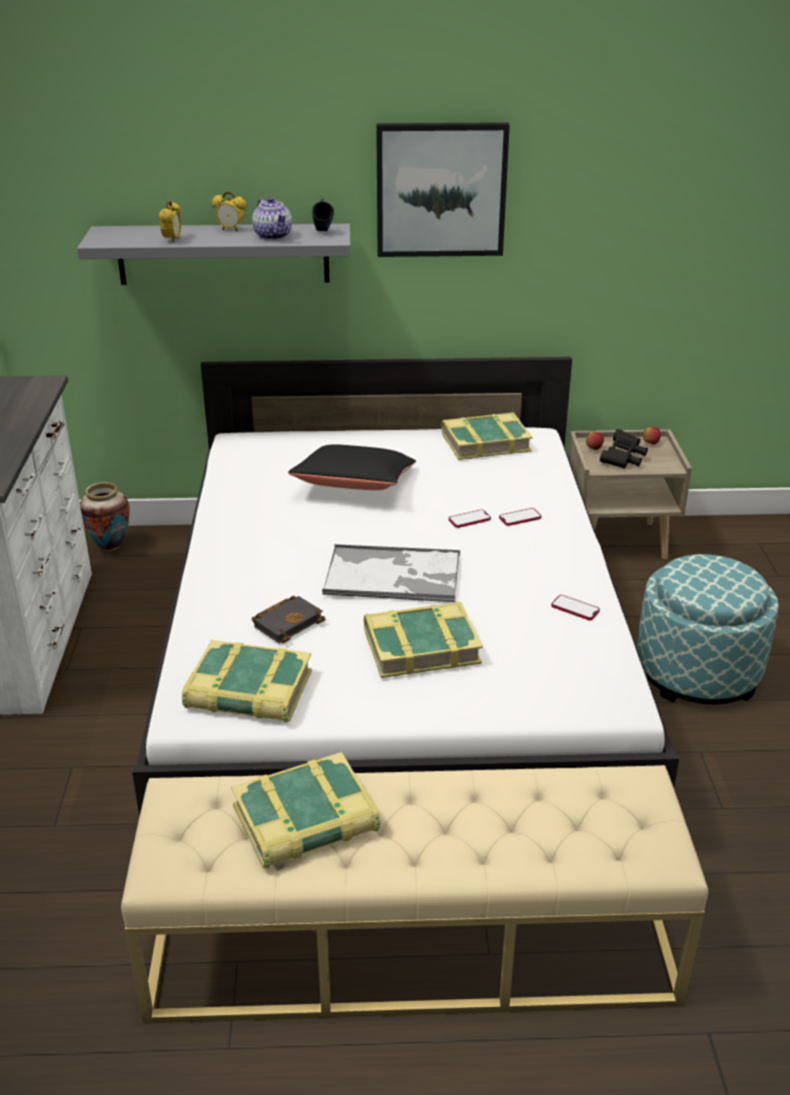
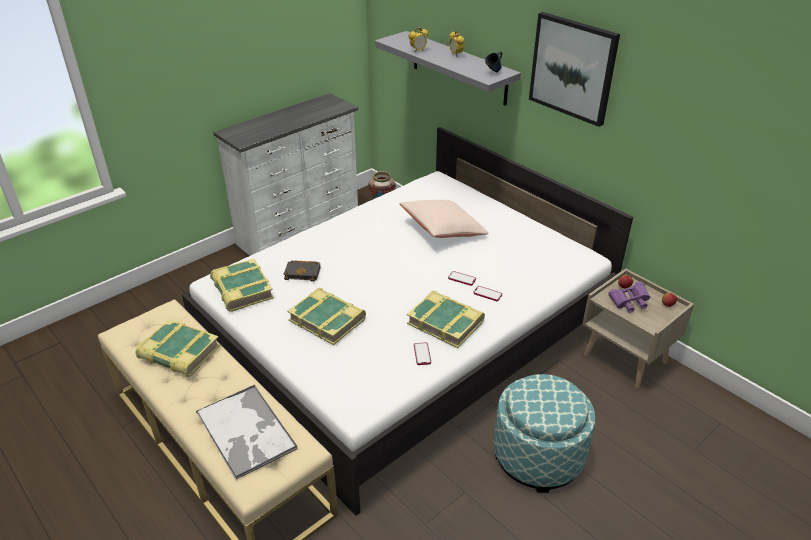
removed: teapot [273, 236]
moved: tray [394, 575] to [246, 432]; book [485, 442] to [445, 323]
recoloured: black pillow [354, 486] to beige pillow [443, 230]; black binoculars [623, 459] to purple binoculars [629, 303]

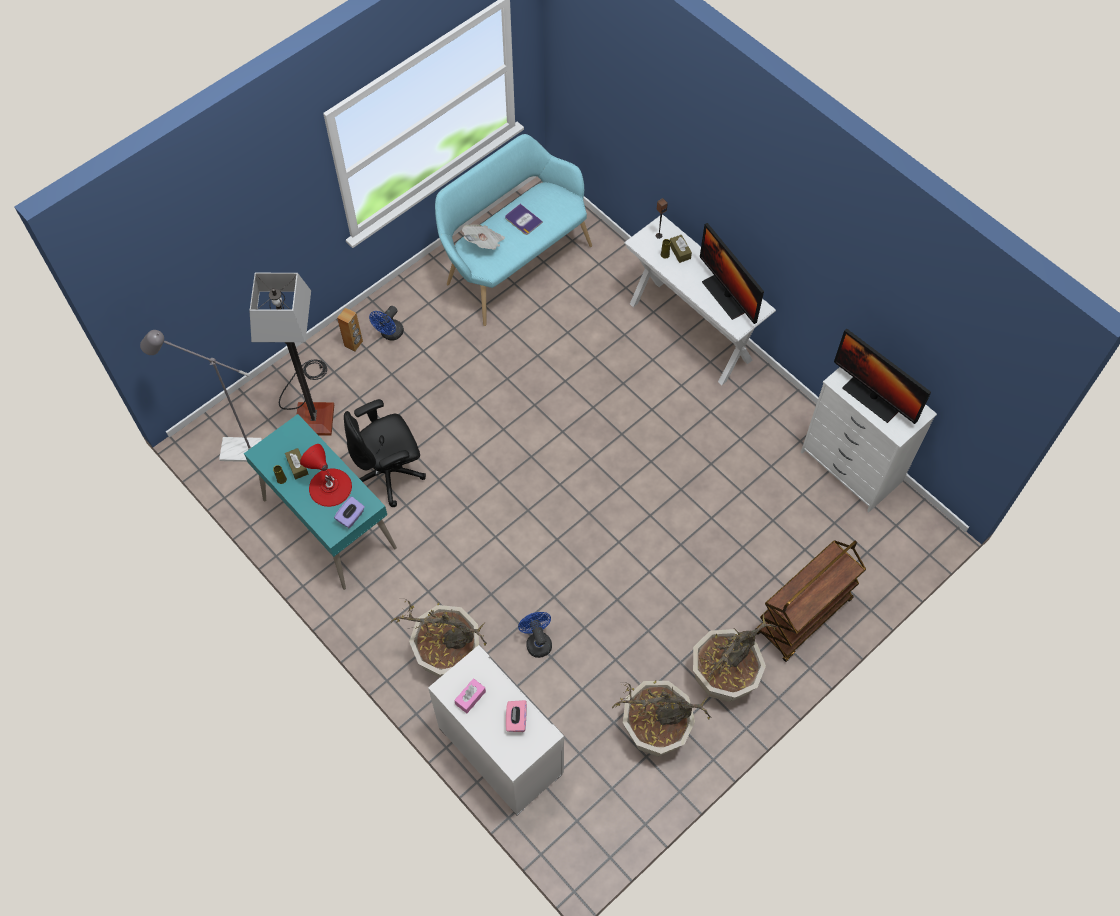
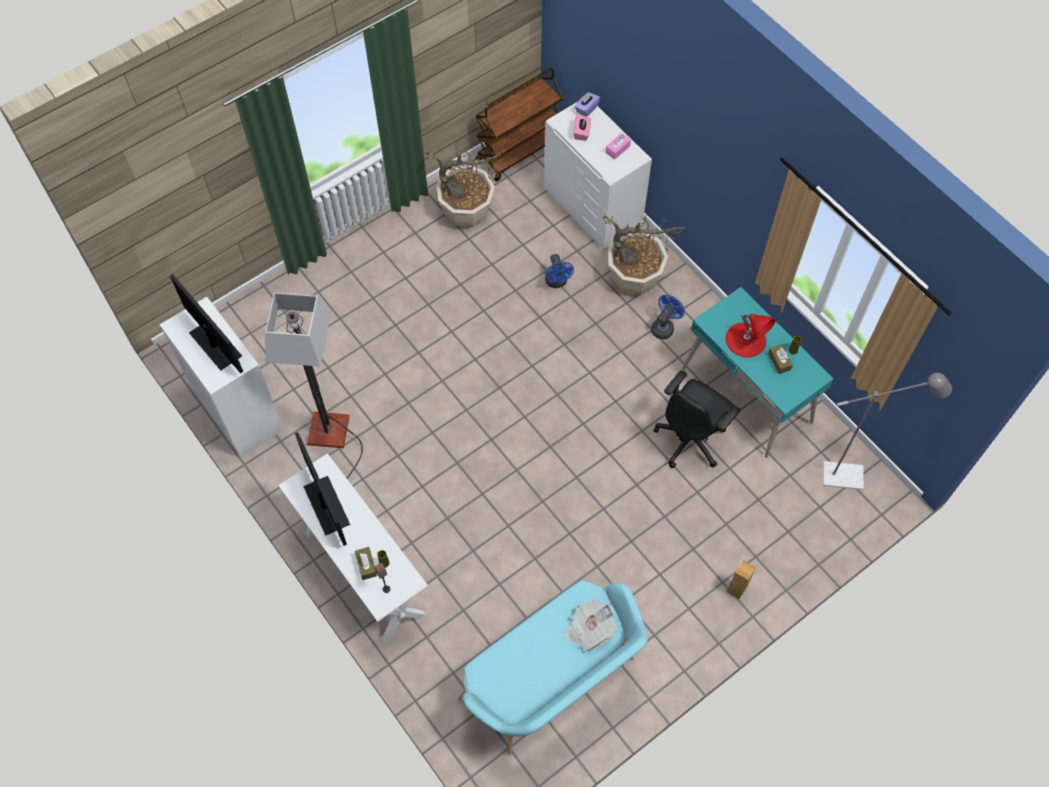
removed: book [523, 220]; potted plant [723, 678]
moved: floor lamp [312, 408] to [330, 443]; purple tissue box [351, 517] to [586, 109]; blue fan [390, 334] to [664, 326]; brown cart [803, 617] to [519, 150]
turned: black office chair [389, 474] = [691, 439] 150 degrees clockwise

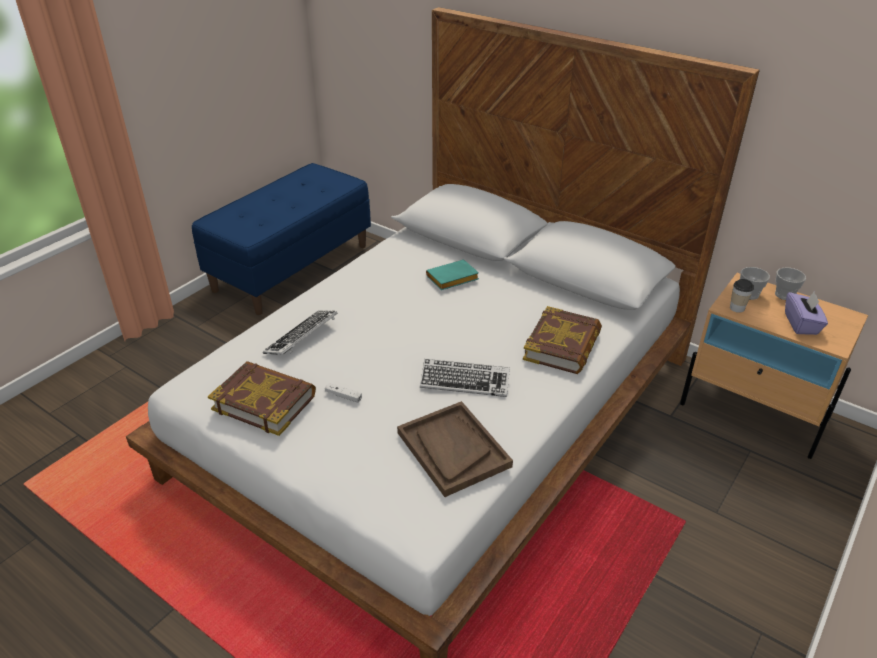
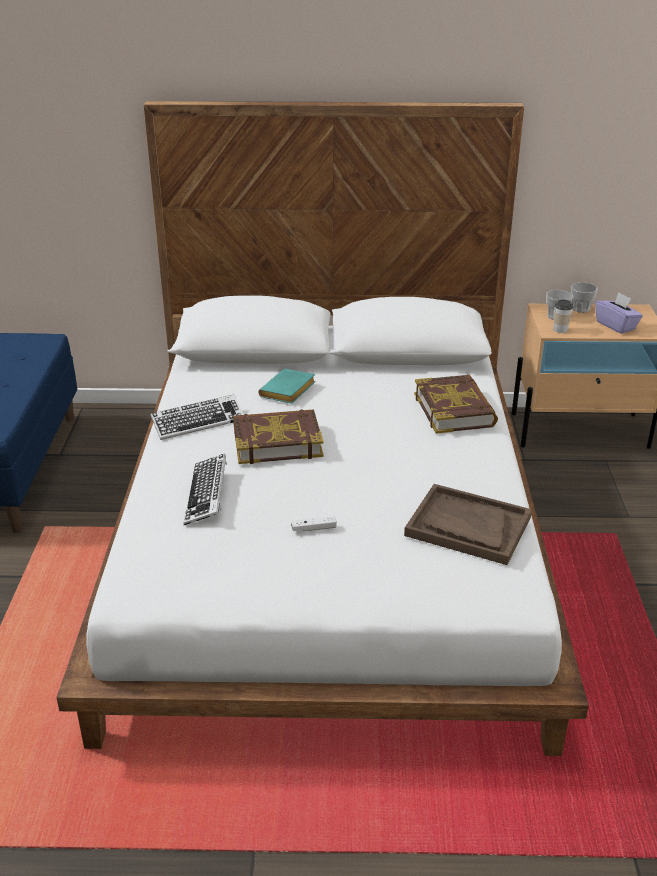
moved: book [264, 402] to [277, 442]; keyboard [464, 382] to [198, 422]

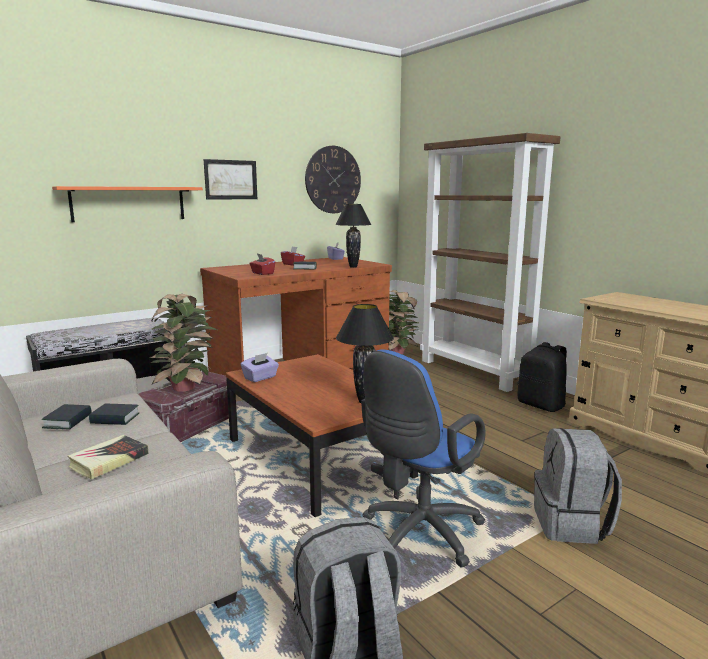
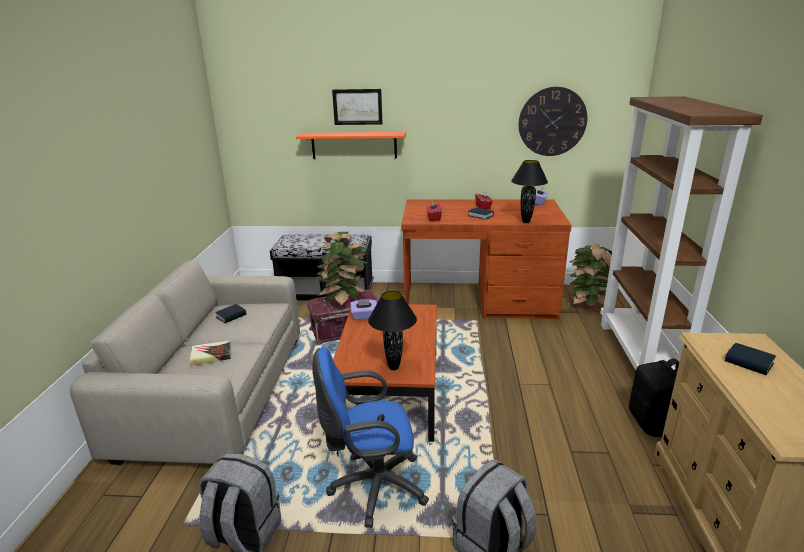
moved: book [115, 419] to [748, 363]; picture [231, 179] to [357, 107]

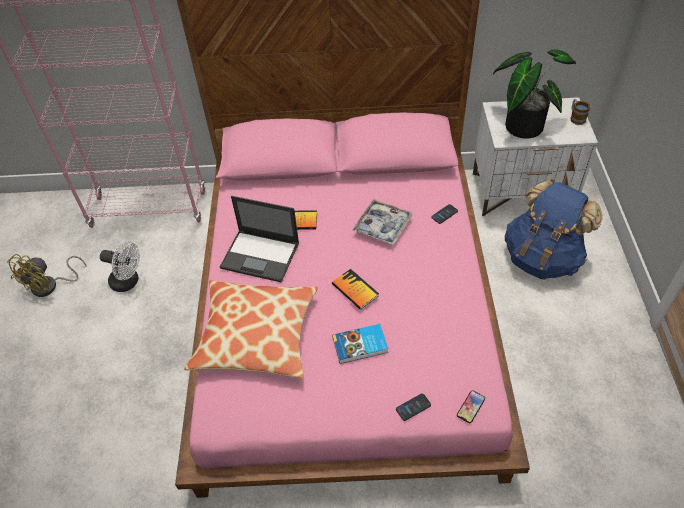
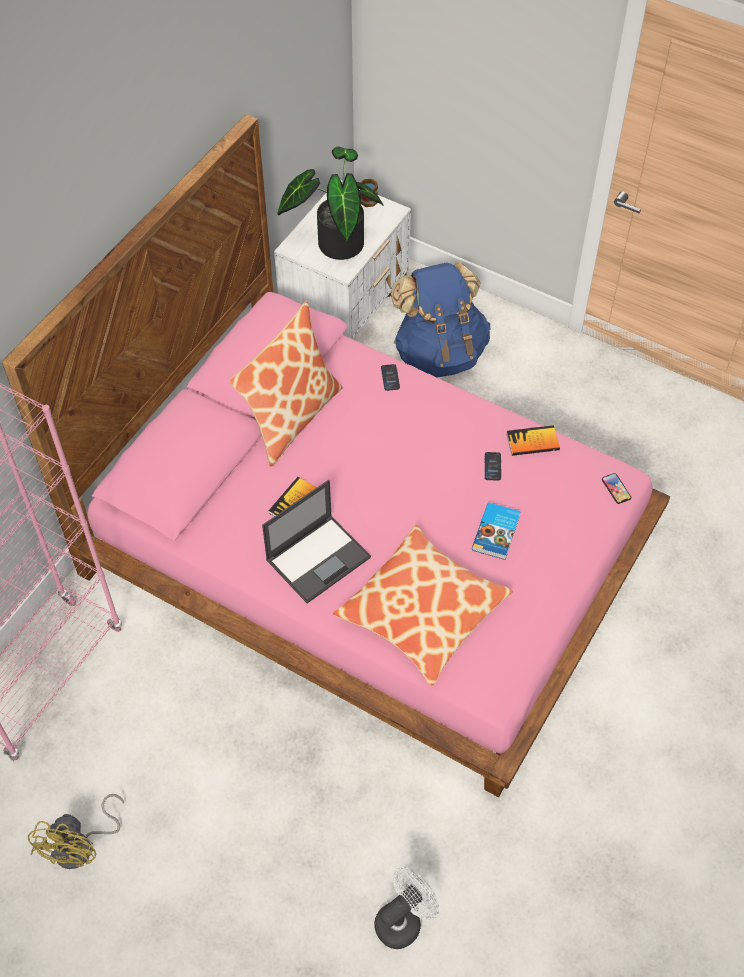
removed: tray [382, 226]
added: pillow [291, 417]
moved: white fan [129, 282] to [403, 920]; book [355, 290] to [532, 442]; phone [413, 407] to [492, 466]
turned: yellow fan [50, 286] = [81, 847] 45 degrees clockwise

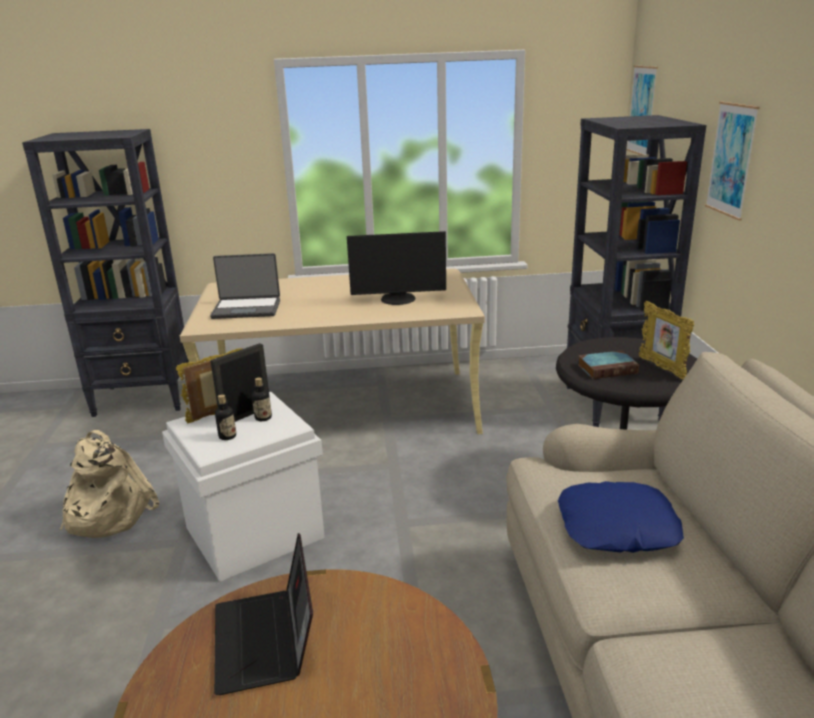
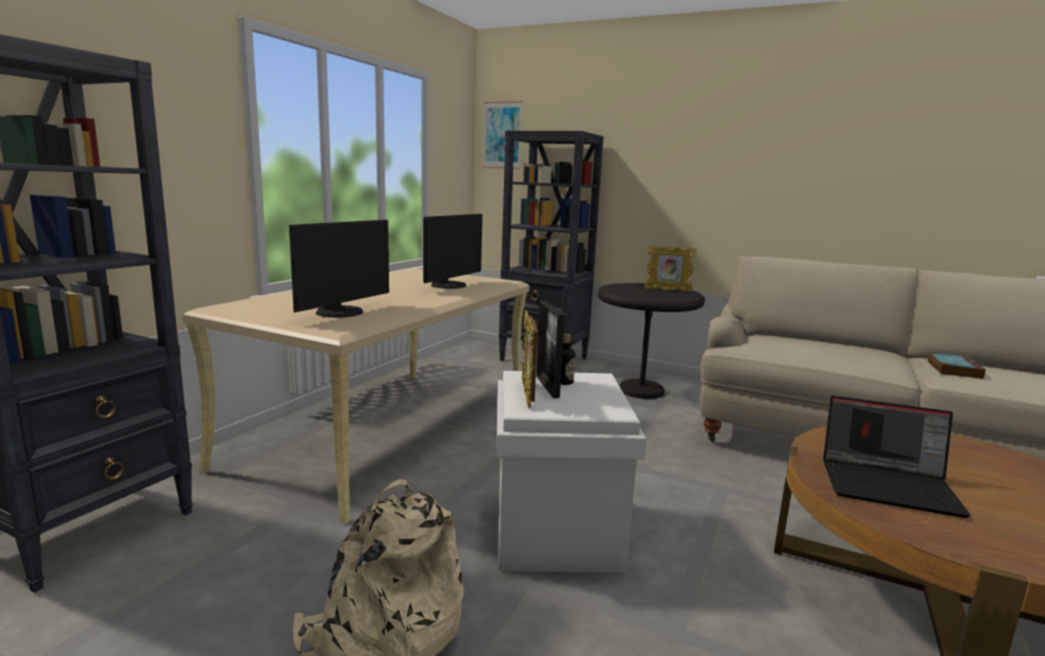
removed: bottle [227, 436]; blue pillow [617, 528]; picture [731, 160]
moved: book [608, 368] to [953, 369]
replaced: laptop [247, 309] to monitor [341, 313]

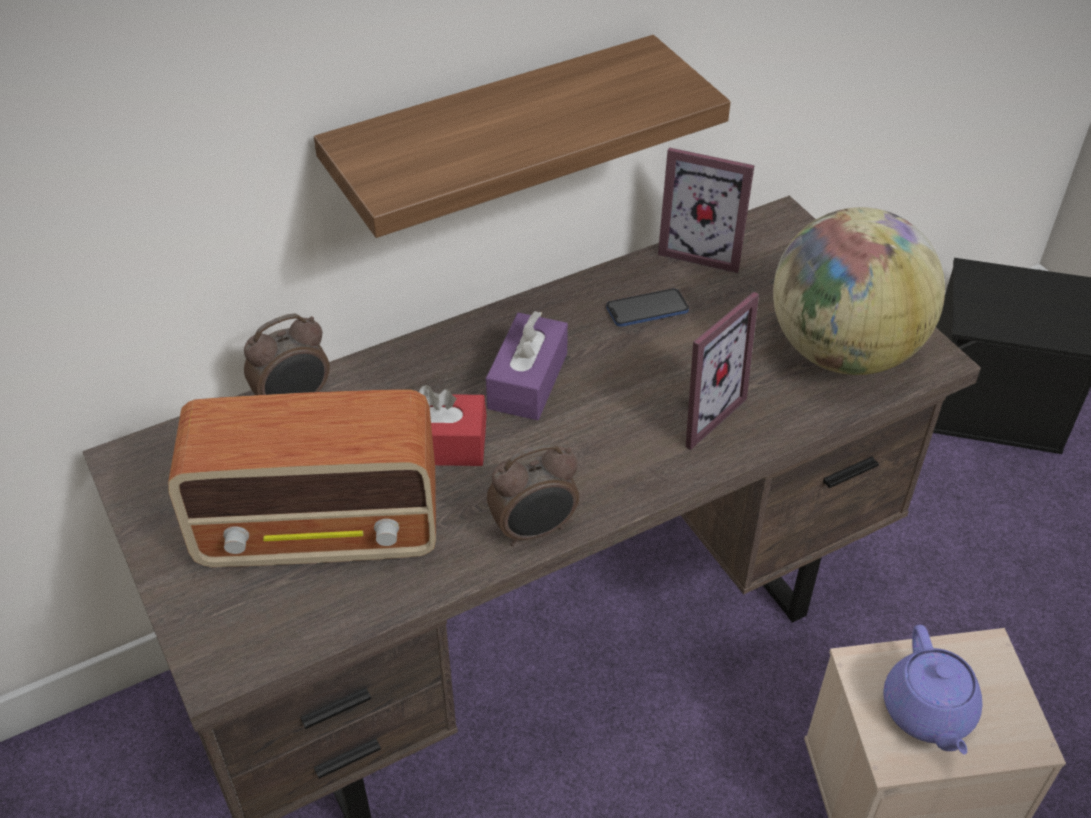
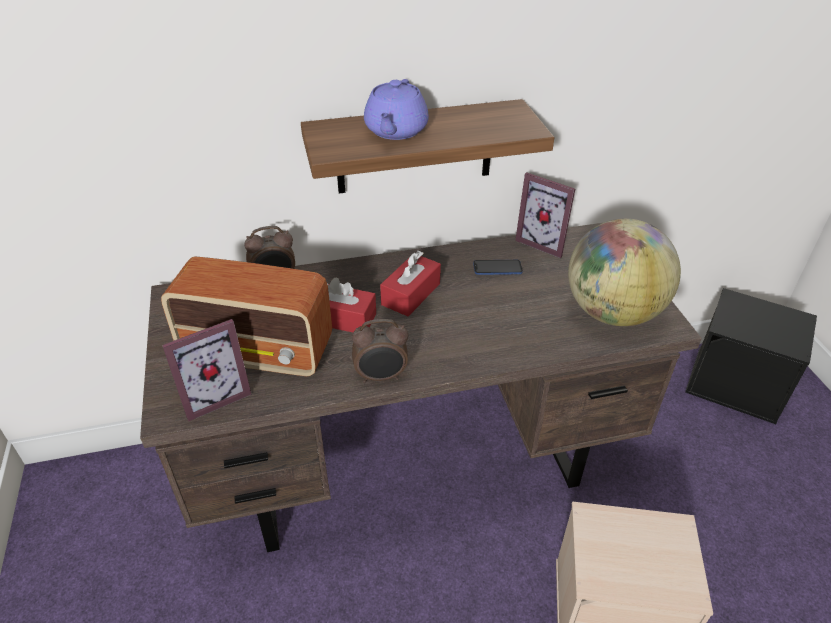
moved: picture frame [697, 411] to [214, 395]; purple teapot [928, 712] to [395, 131]
recoloured: purple tissue box [528, 381] to red tissue box [411, 294]

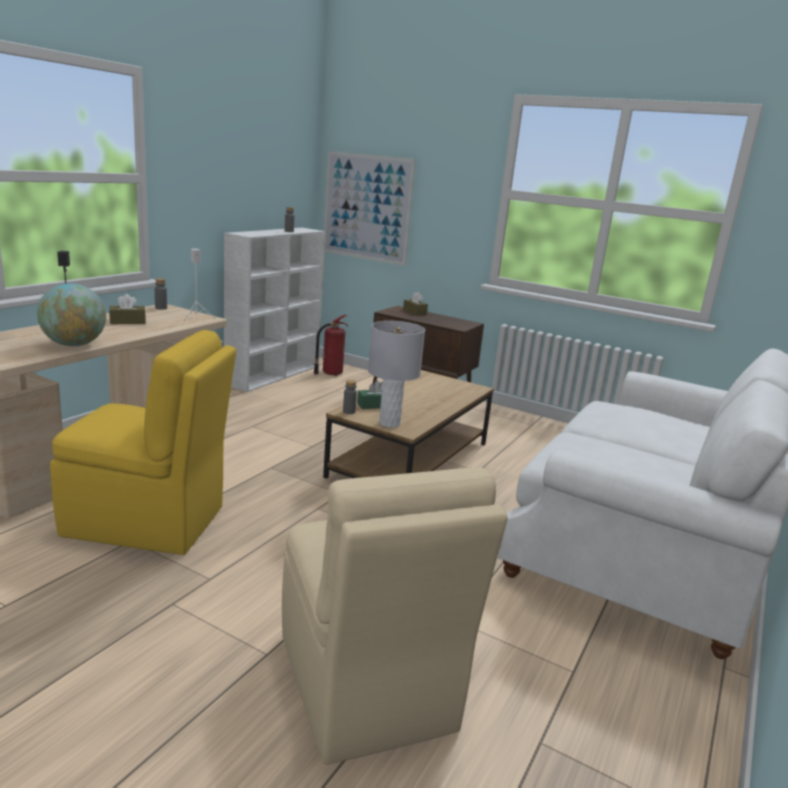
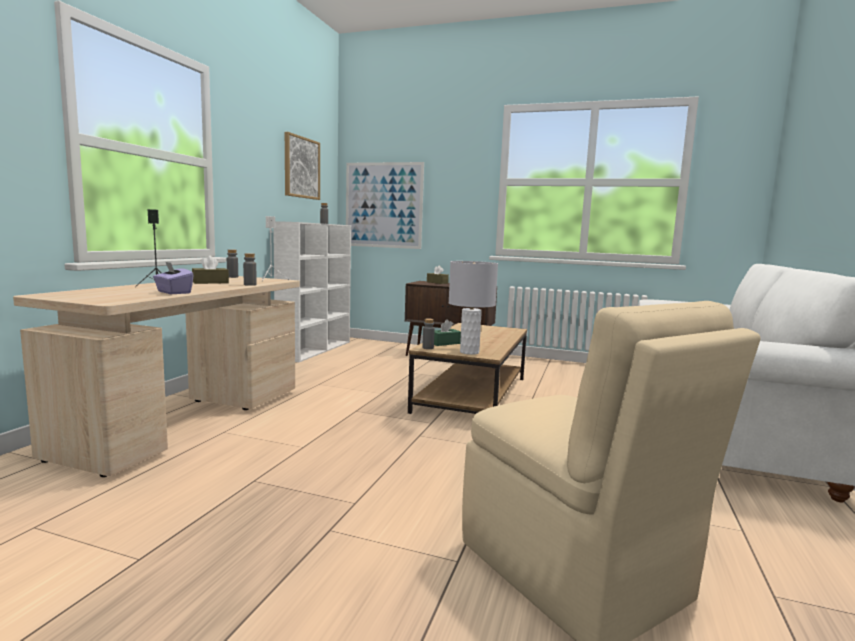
removed: yellow chair [149, 522]; fire extinguisher [330, 373]
added: grey bottle [250, 285]; picture [301, 167]
replaced: globe [74, 345] to purple tissue box [173, 292]

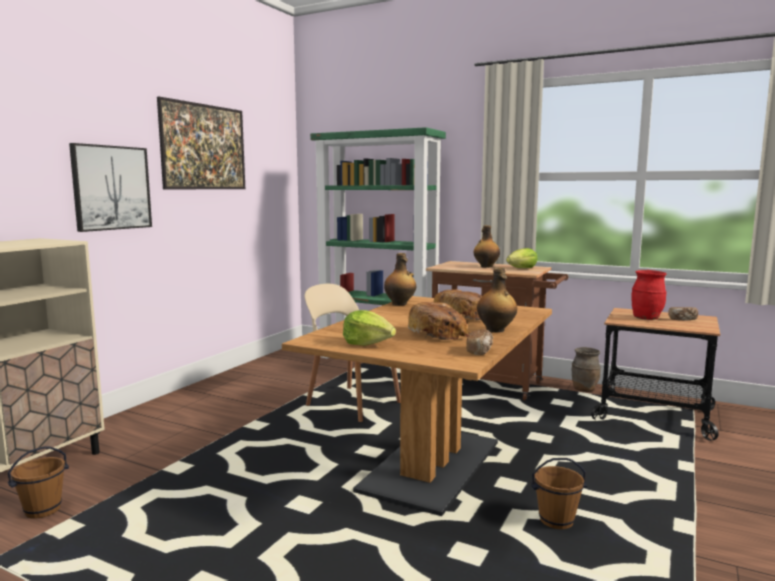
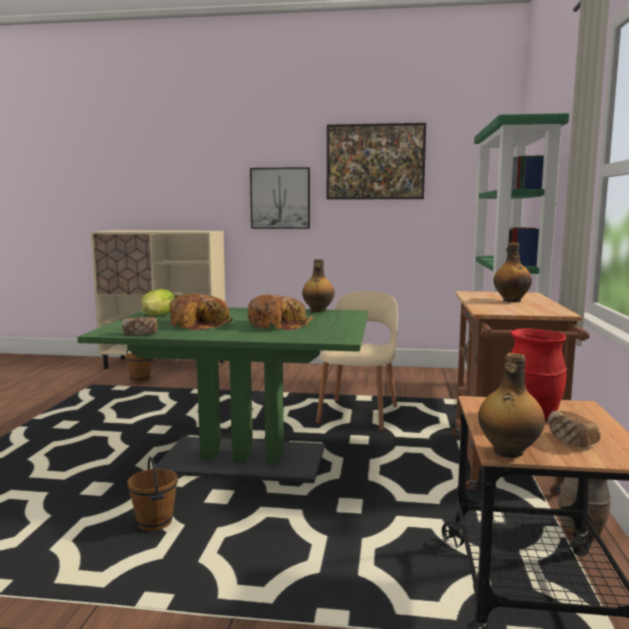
removed: lettuce [522, 268]
moved: bottle [496, 330] to [508, 452]
recoloured: brown dining table [431, 466] to green dining table [242, 461]

